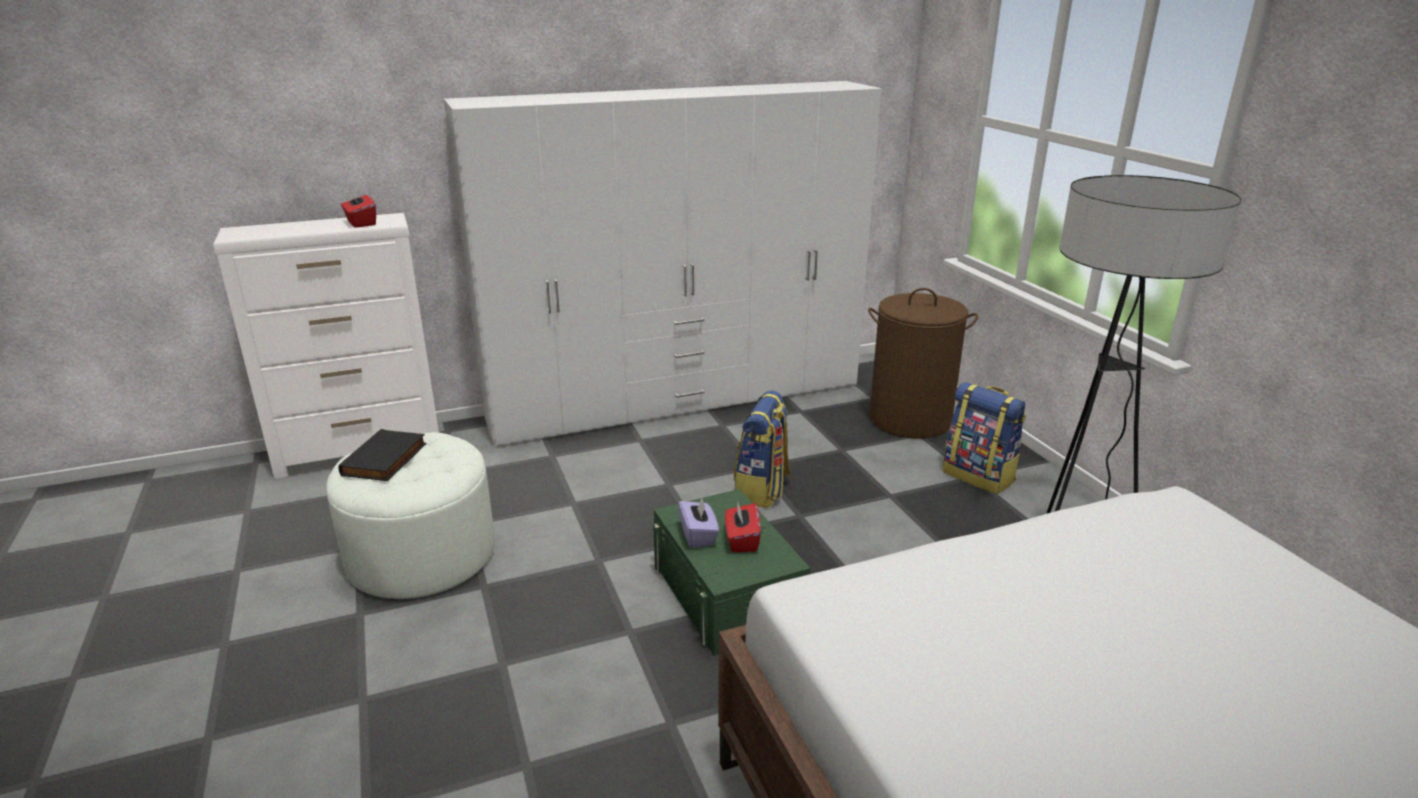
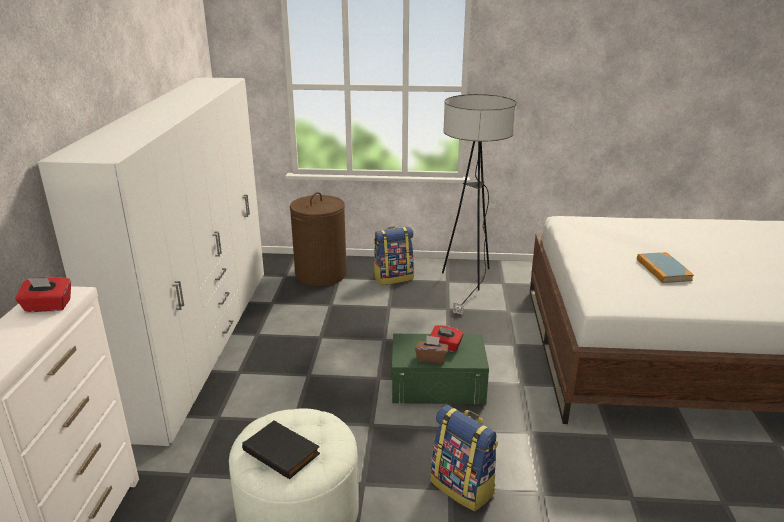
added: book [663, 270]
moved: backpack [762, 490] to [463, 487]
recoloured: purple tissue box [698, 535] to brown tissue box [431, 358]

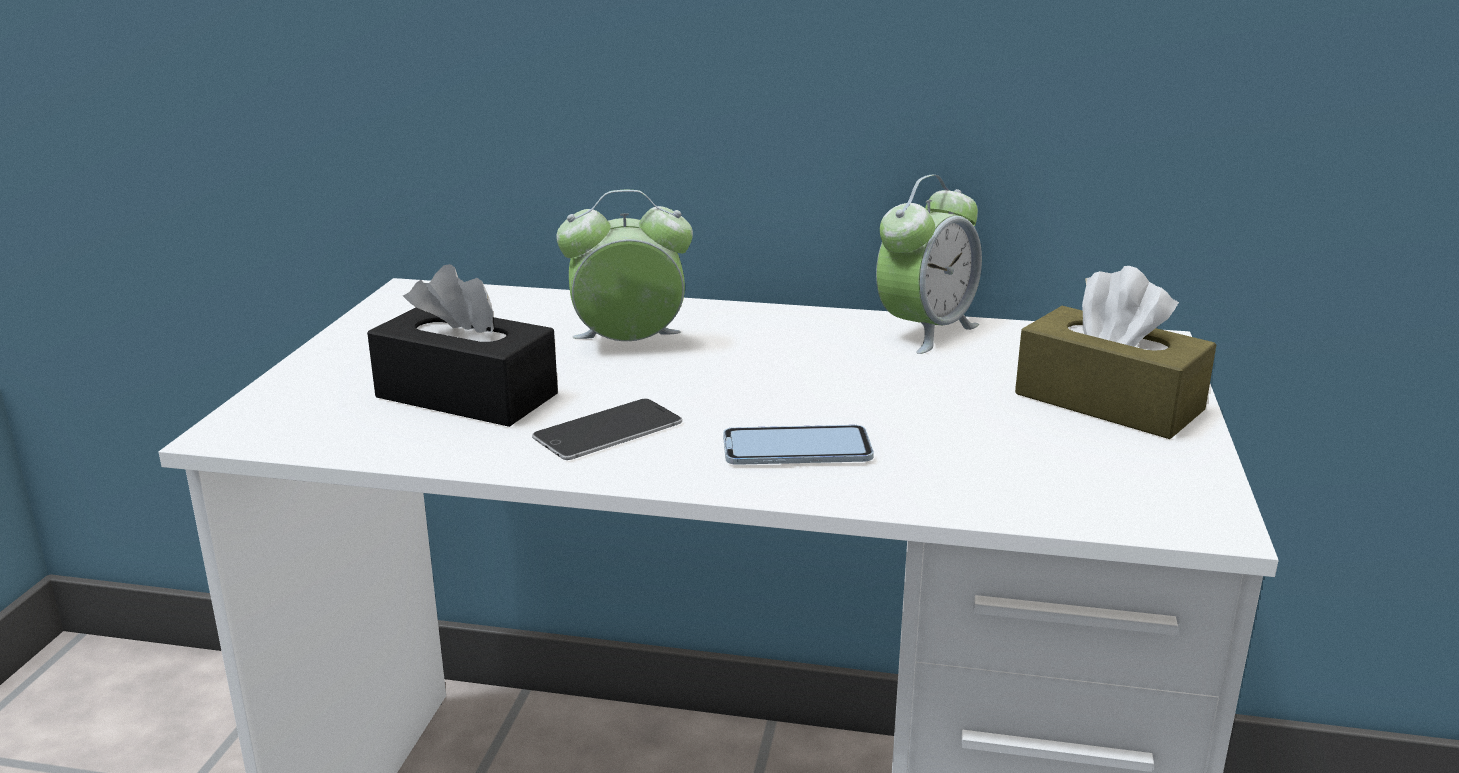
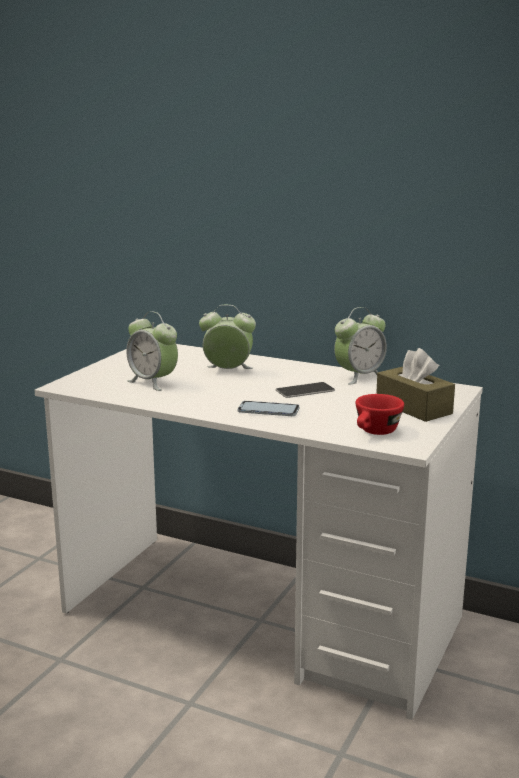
added: red cup [375, 432]
moved: phone [608, 430] to [305, 390]
replaced: black tissue box [466, 395] to alarm clock [153, 382]

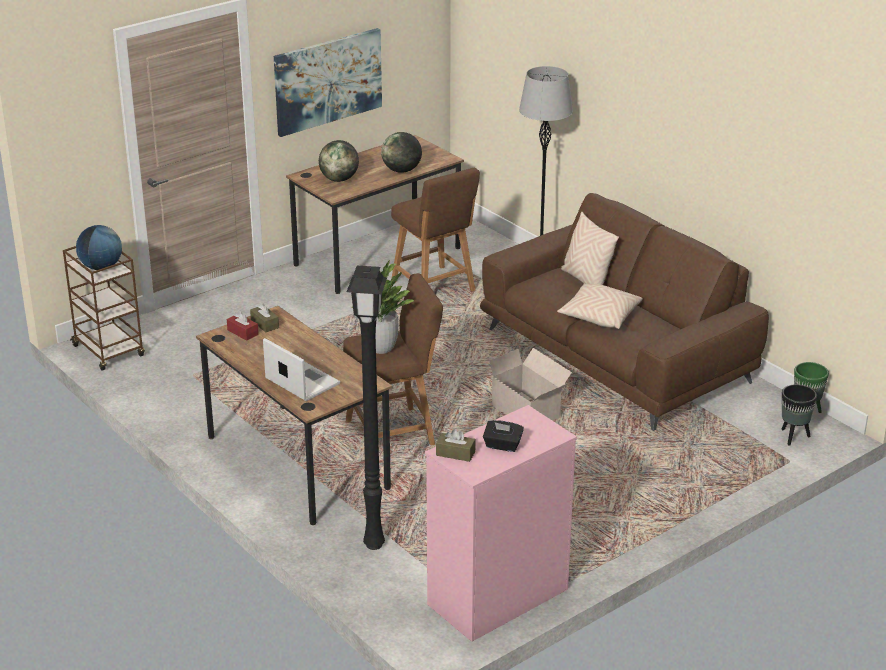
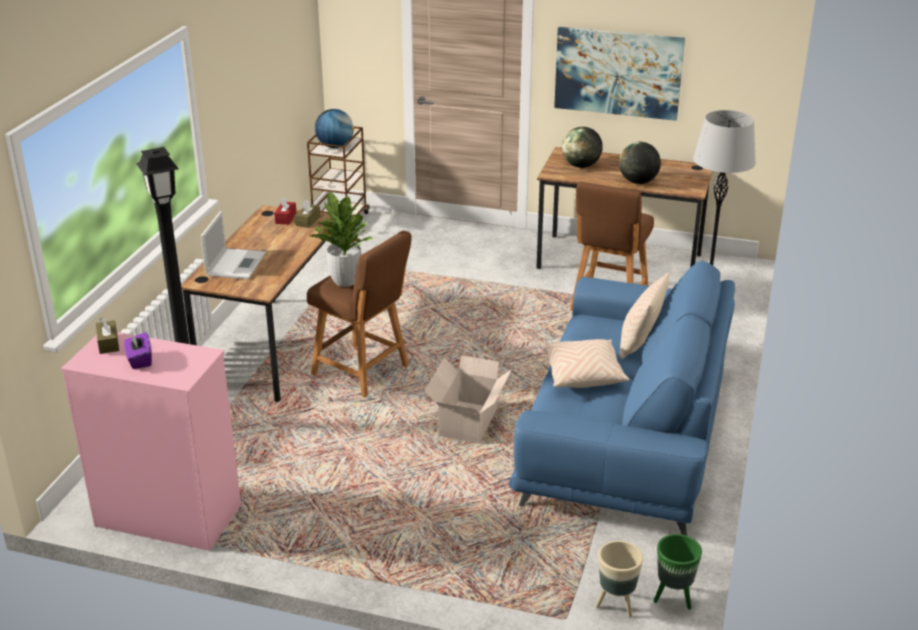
recoloured: brown sofa [617, 356] to blue sofa [625, 436]; black tissue box [502, 445] to purple tissue box [139, 360]; black planter [793, 437] to beige planter [616, 605]

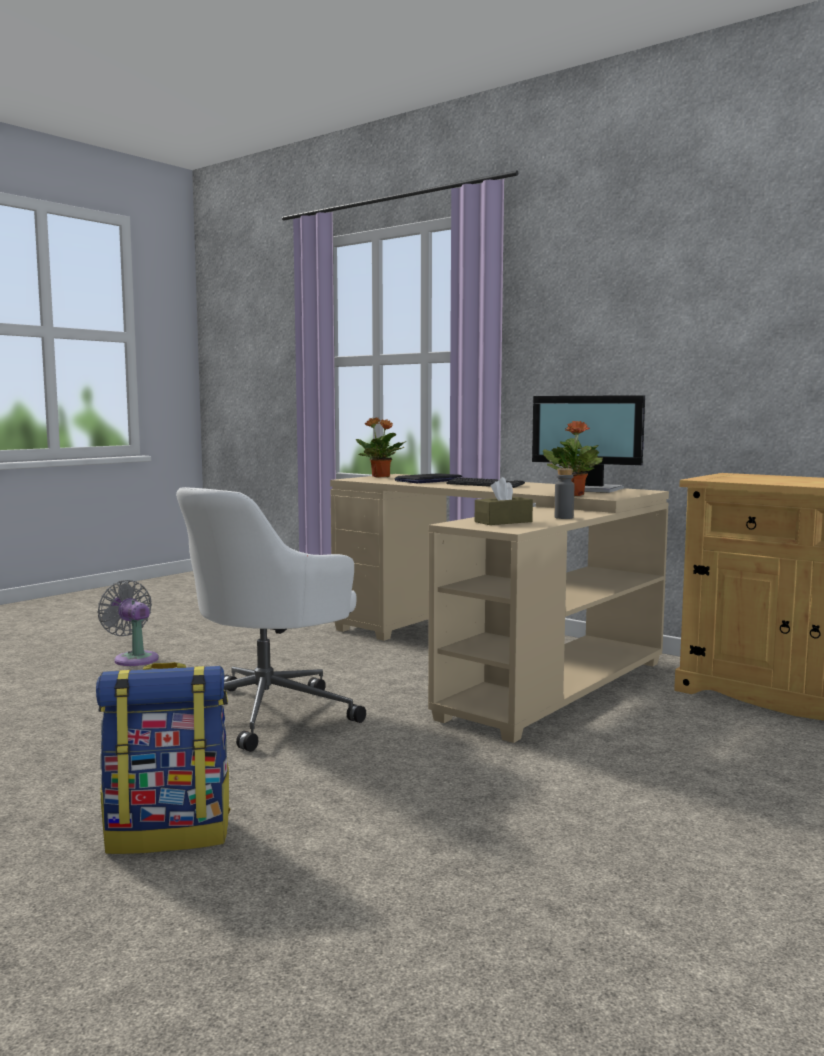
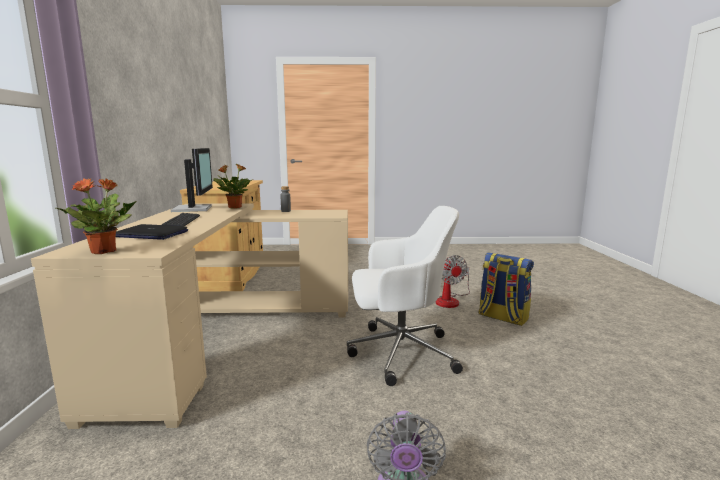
removed: brown tissue box [503, 522]
added: fan [451, 300]

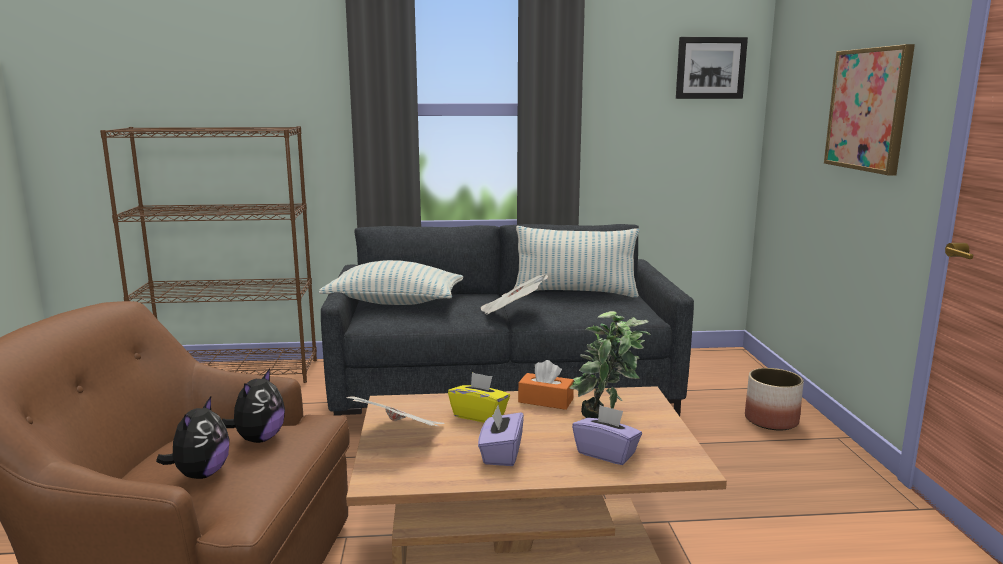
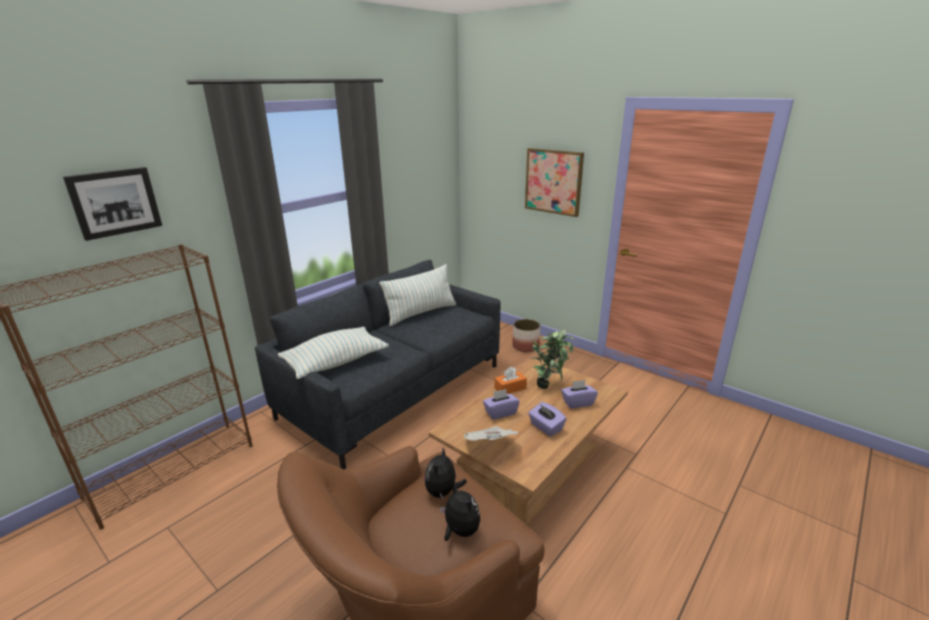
removed: newspaper [512, 312]
moved: picture [710, 68] to [115, 202]
recoloured: yellow tissue box [479, 415] to purple tissue box [500, 412]
turned: plush toy [259, 439] = [443, 492] 135 degrees counterclockwise

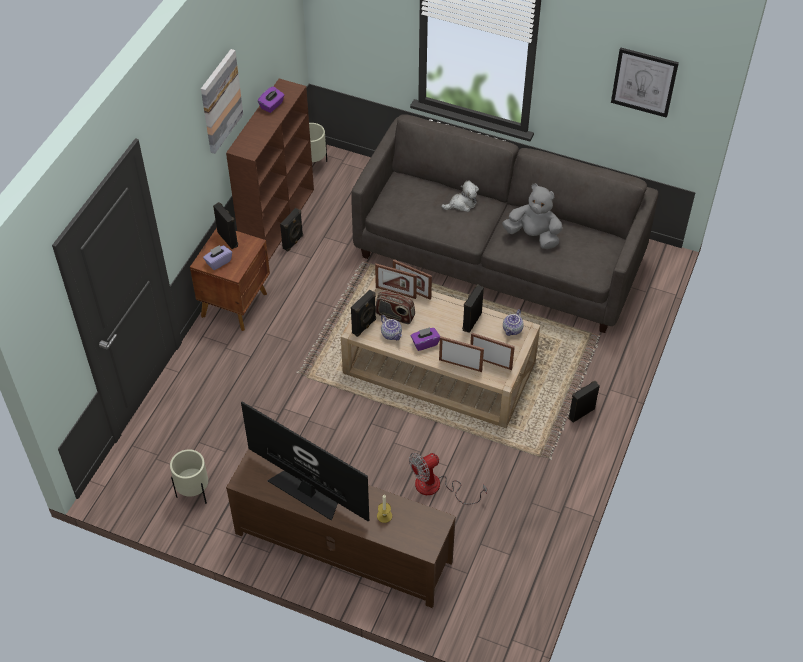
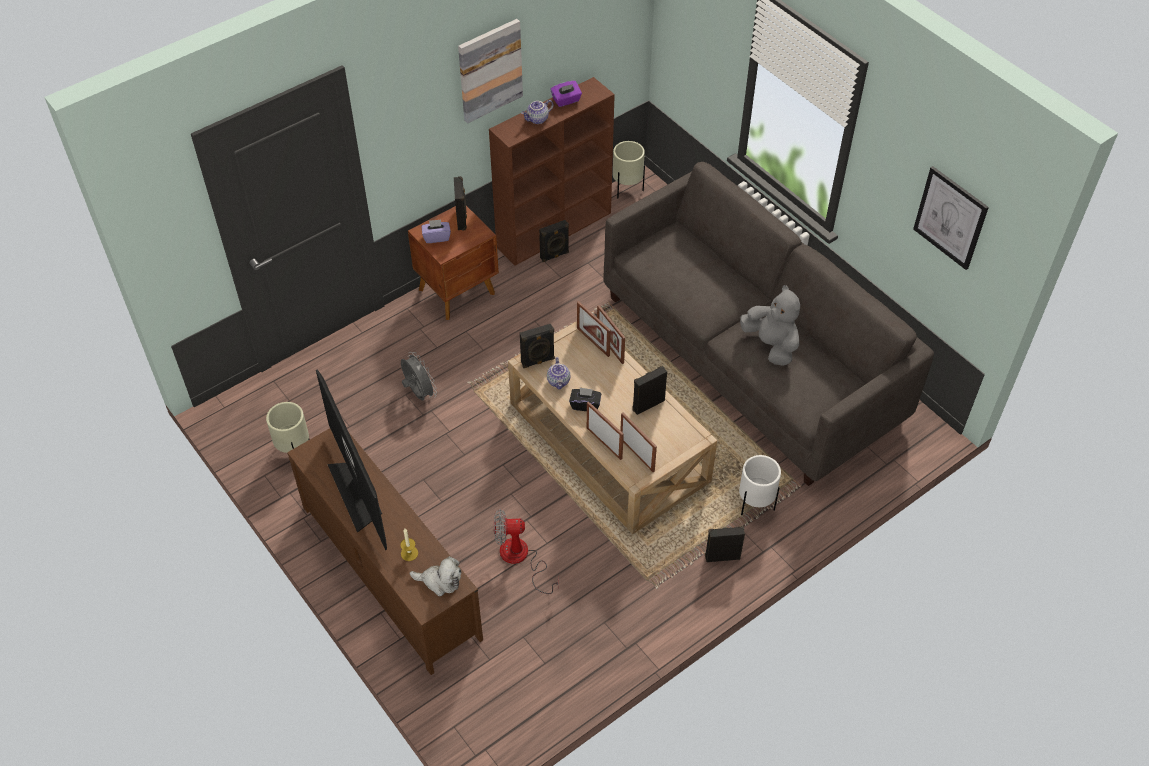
removed: radio [395, 315]
added: grey fan [418, 393]; white planter [755, 505]
moved: plush toy [462, 204] to [440, 581]; teapot [513, 330] to [537, 119]
recoloured: purple tissue box [425, 343] to black tissue box [585, 405]

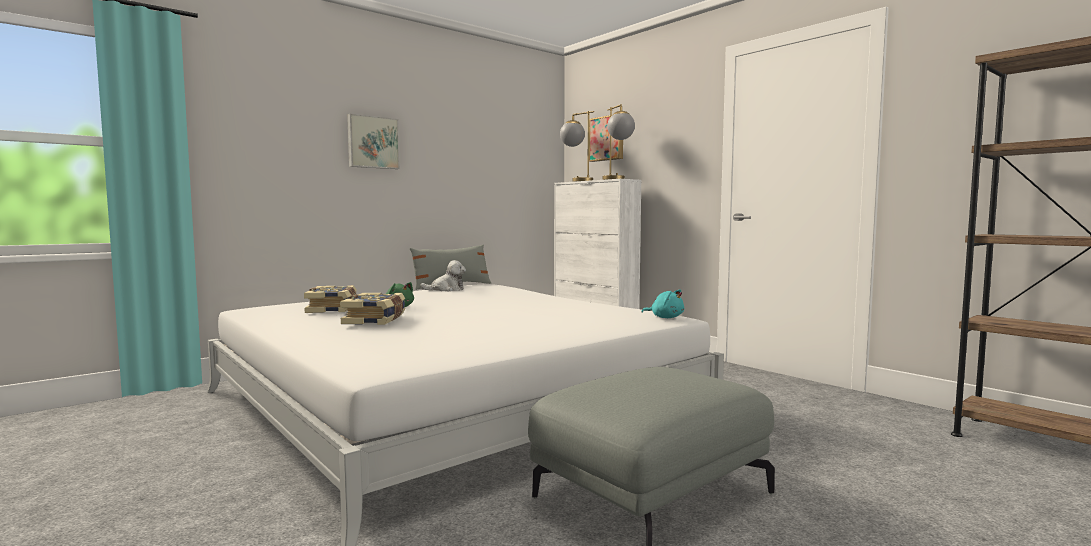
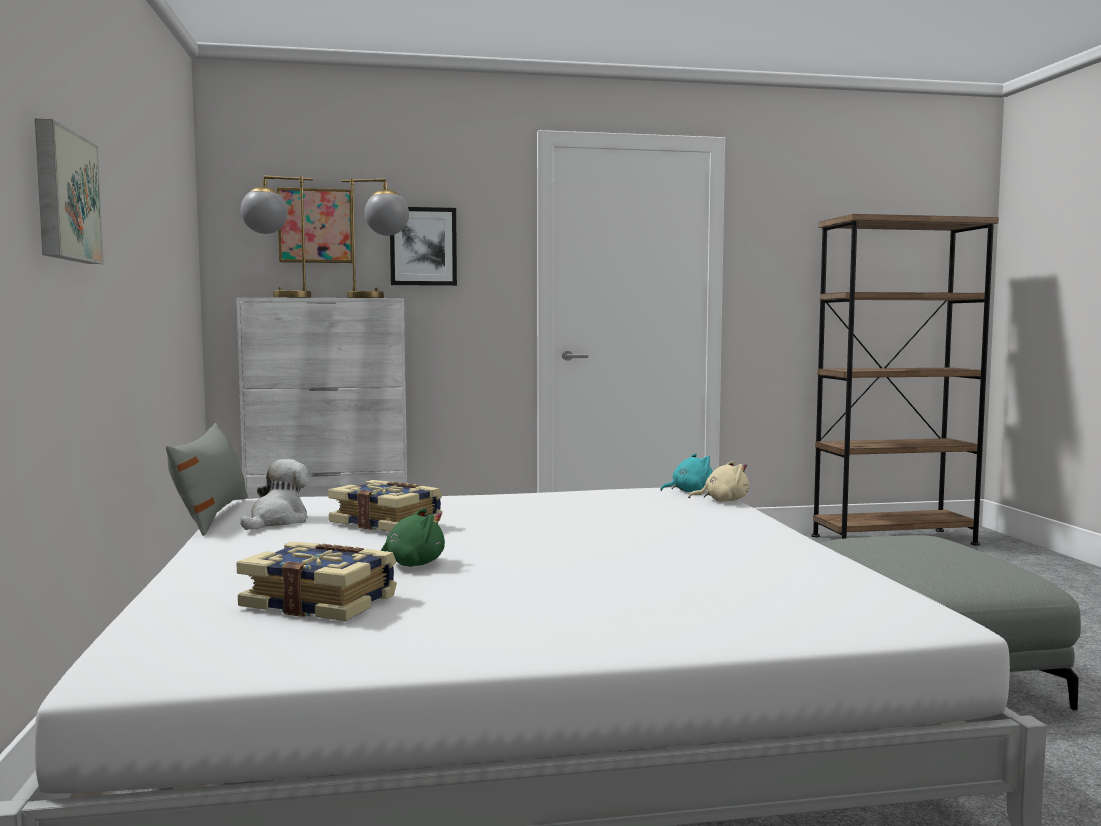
added: picture [423, 246]; beige plush toy [723, 501]
moved: book [376, 320] to [387, 522]

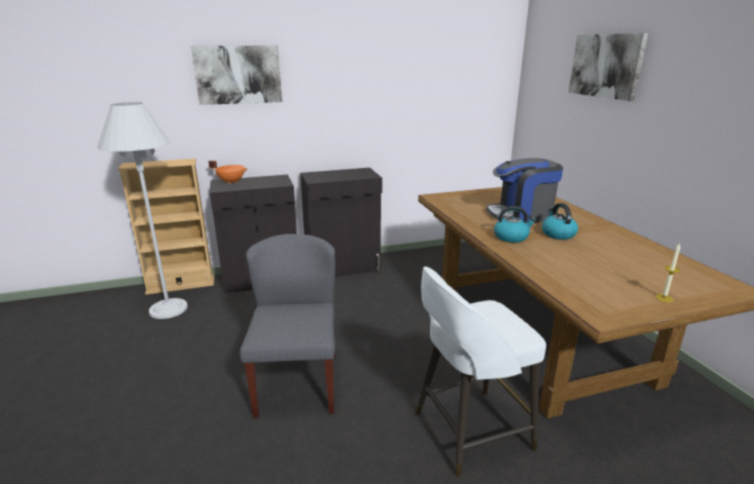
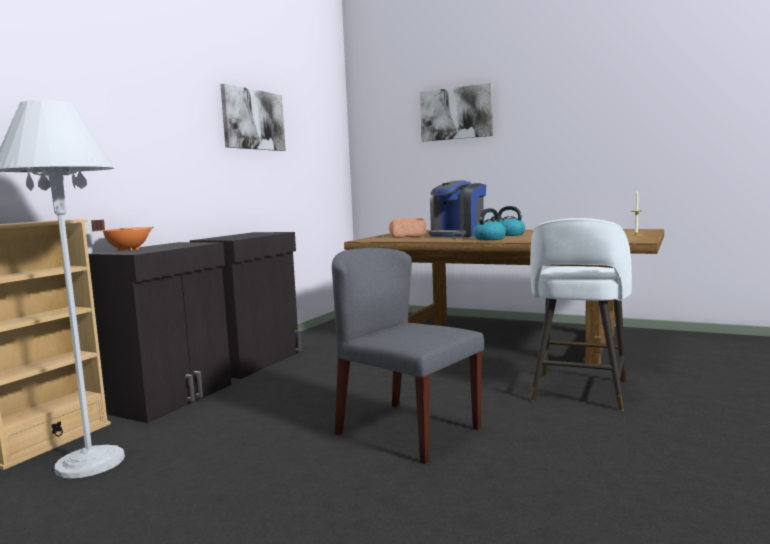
added: bread [406, 236]
moved: picture [238, 74] to [253, 120]

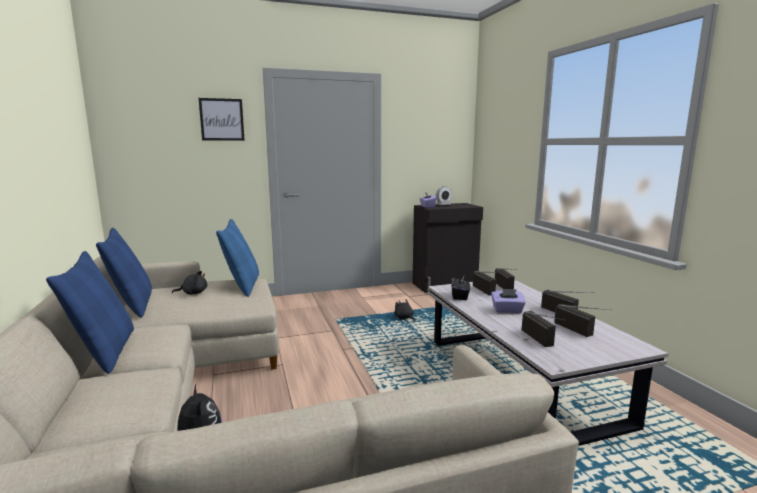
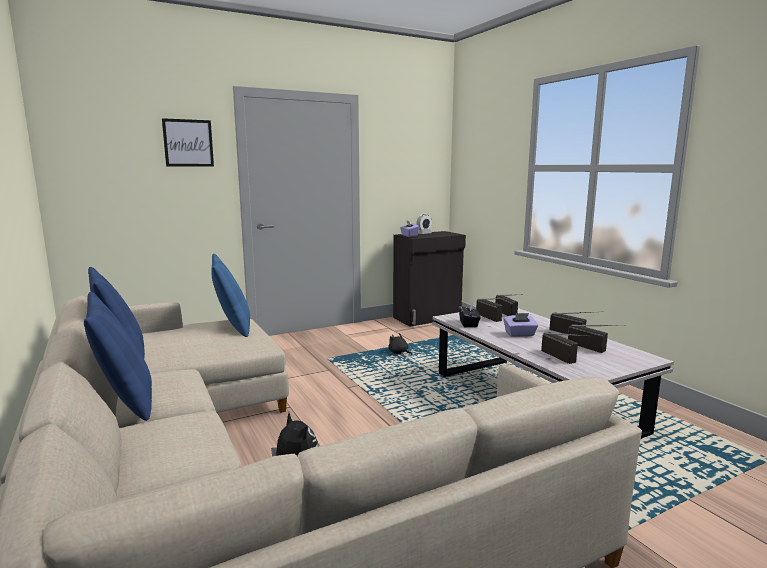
removed: black plush toy [193, 293]

